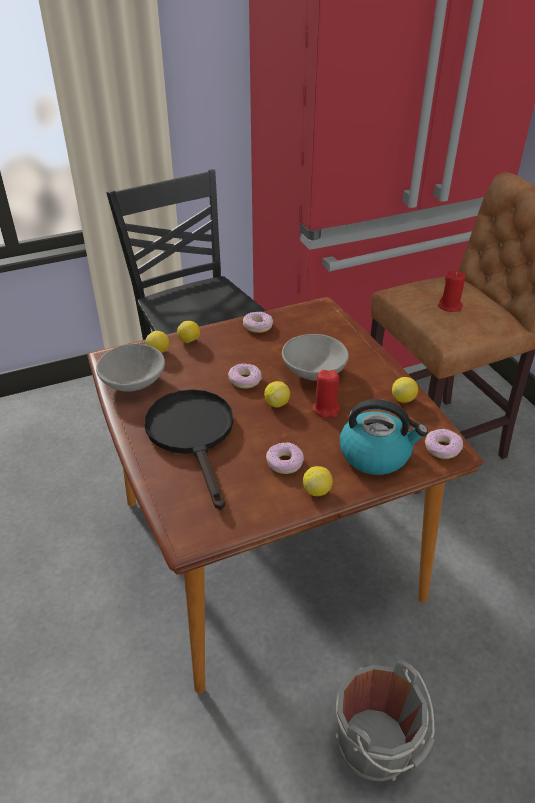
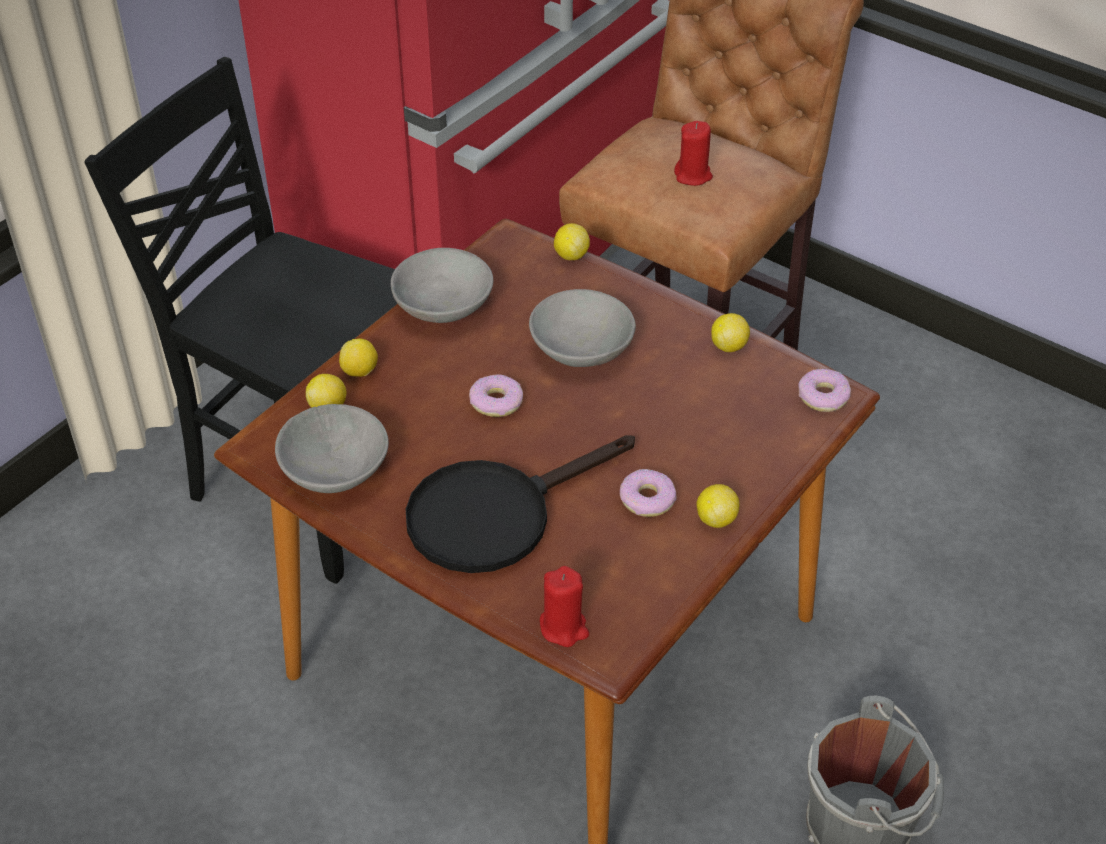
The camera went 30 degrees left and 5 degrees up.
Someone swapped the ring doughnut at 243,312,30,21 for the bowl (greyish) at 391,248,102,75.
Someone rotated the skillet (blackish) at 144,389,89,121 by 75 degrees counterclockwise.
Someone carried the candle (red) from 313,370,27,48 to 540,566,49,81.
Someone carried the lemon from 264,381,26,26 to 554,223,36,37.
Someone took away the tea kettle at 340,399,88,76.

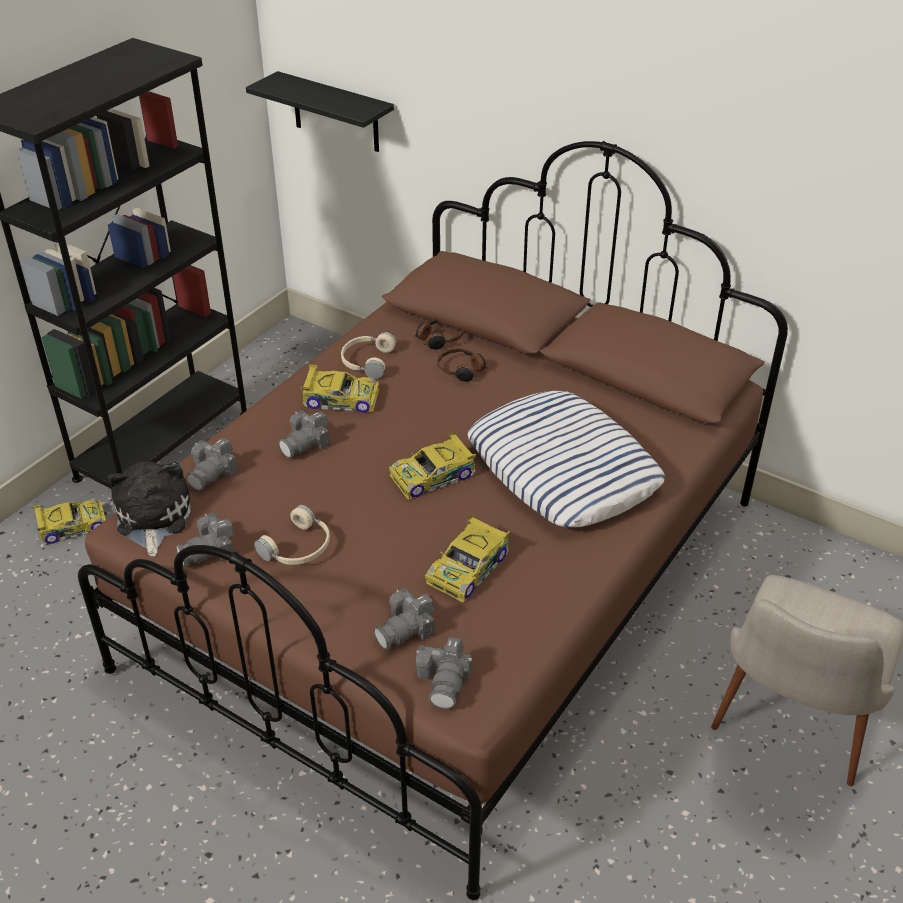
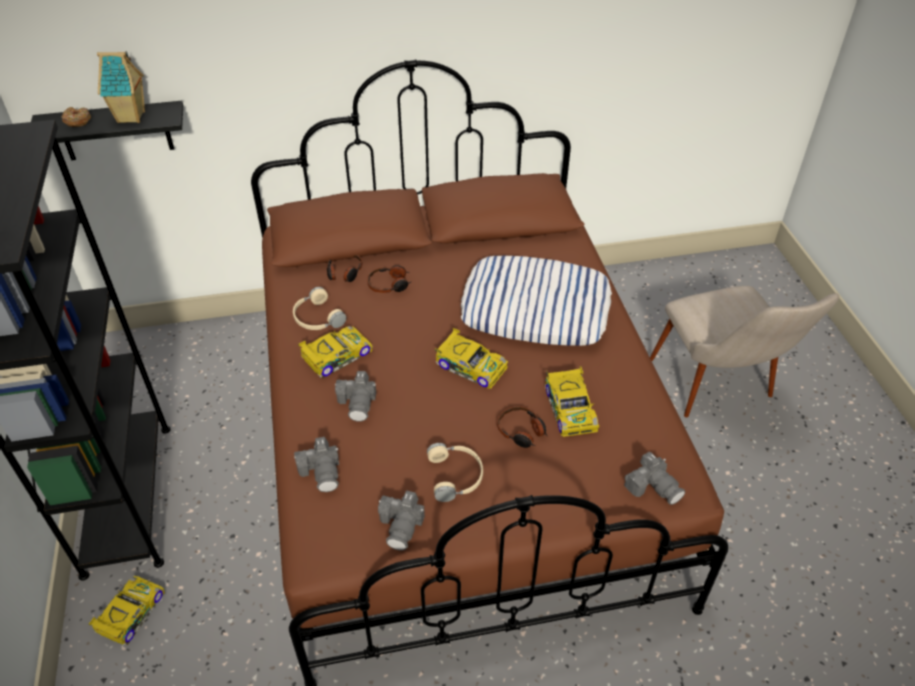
The camera went 45 degrees left and 5 degrees up.
Someone put down the ring doughnut at 62,107,29,20.
Someone put down the toy house at 97,51,48,72.
Someone rotated the model car at 389,431,87,69 by 75 degrees counterclockwise.
Someone put down the headset at 497,406,50,42.
Someone took away the soft toy at 108,461,83,96.
Someone took away the still camera at 374,588,61,61.

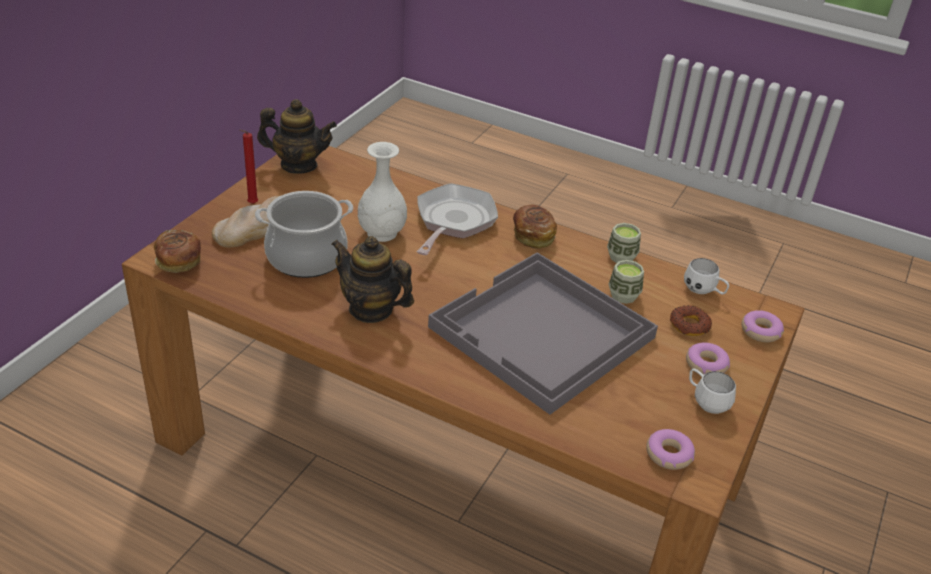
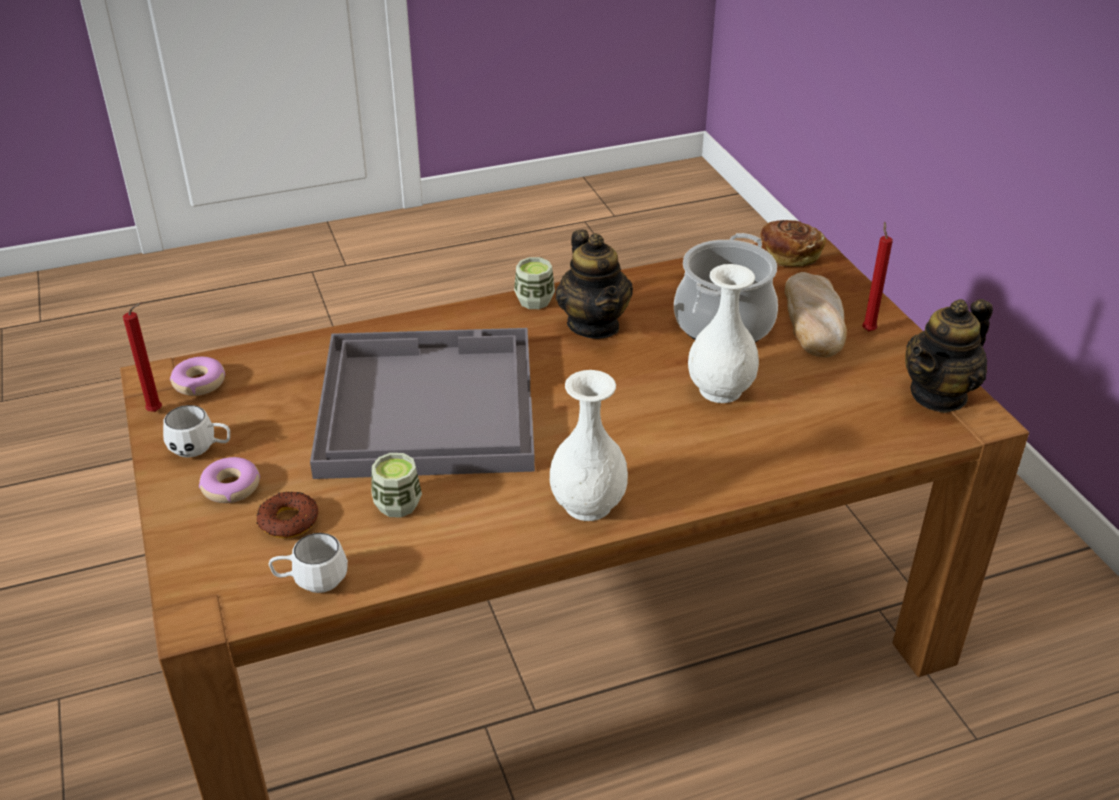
The camera went 135 degrees right and 0 degrees up.
Someone put down the candle (red) at 123,302,39,110.
Someone carried the cup from 607,223,34,40 to 514,257,41,52.
Someone swapped the bakery bread at 513,205,44,44 for the decorative vase (white-coloured) at 550,370,78,151.
Someone rotated the teapot at 331,236,83,87 by 90 degrees clockwise.
Someone took away the skillet at 417,183,81,72.
Someone took away the ring doughnut at 742,310,42,32.

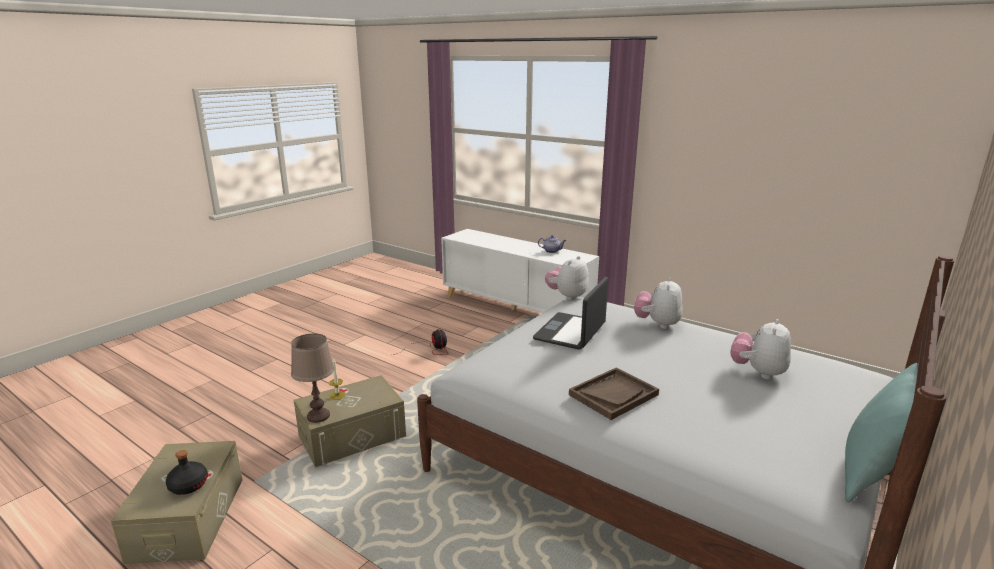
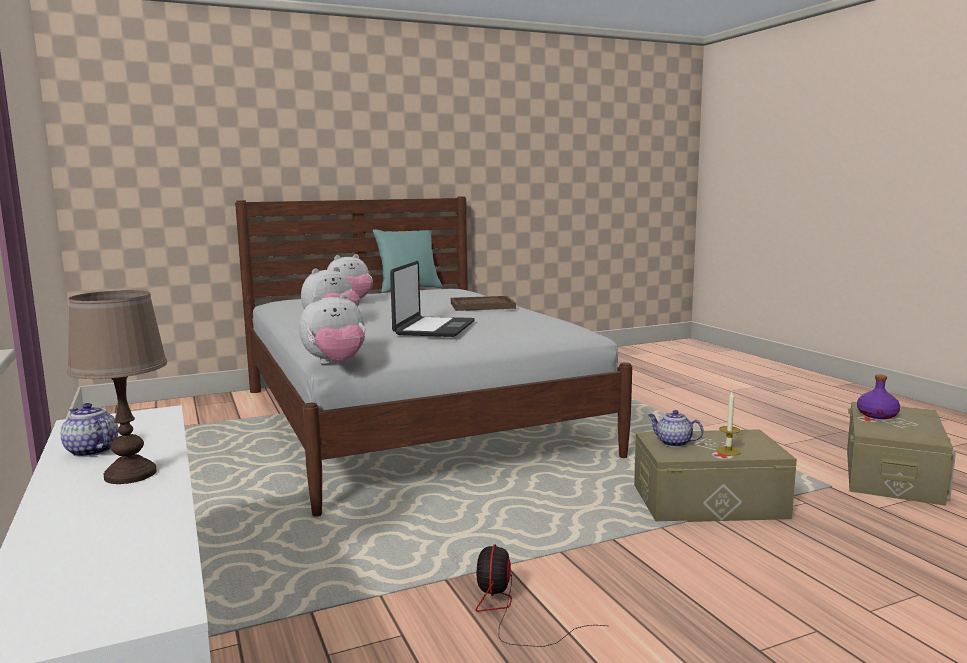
The camera went 150 degrees left and 10 degrees down.
Someone carried the table lamp (brown) from 291,333,43,90 to 67,290,100,194.
Someone rotated the notebook computer at 533,277,75,73 by 45 degrees counterclockwise.
Someone put down the teapot at 648,410,56,37.
Someone repainted the bottle (blackish) at 166,450,42,45, which became the bottle (purple-coloured) at 857,374,43,45.

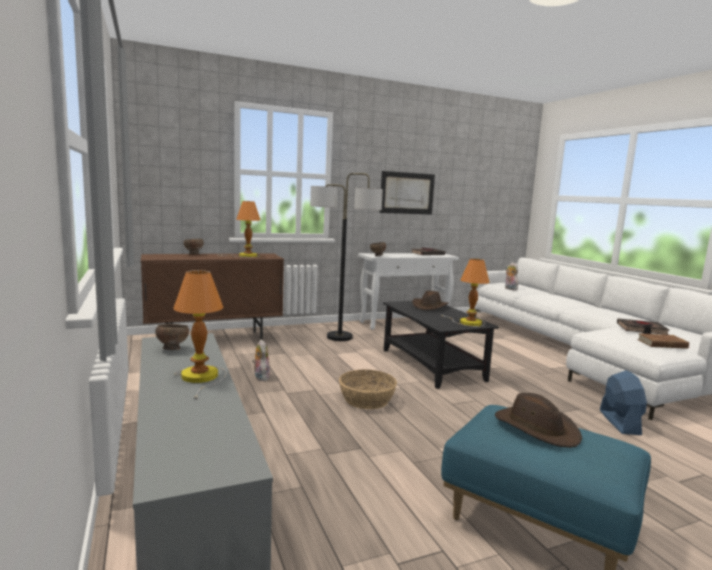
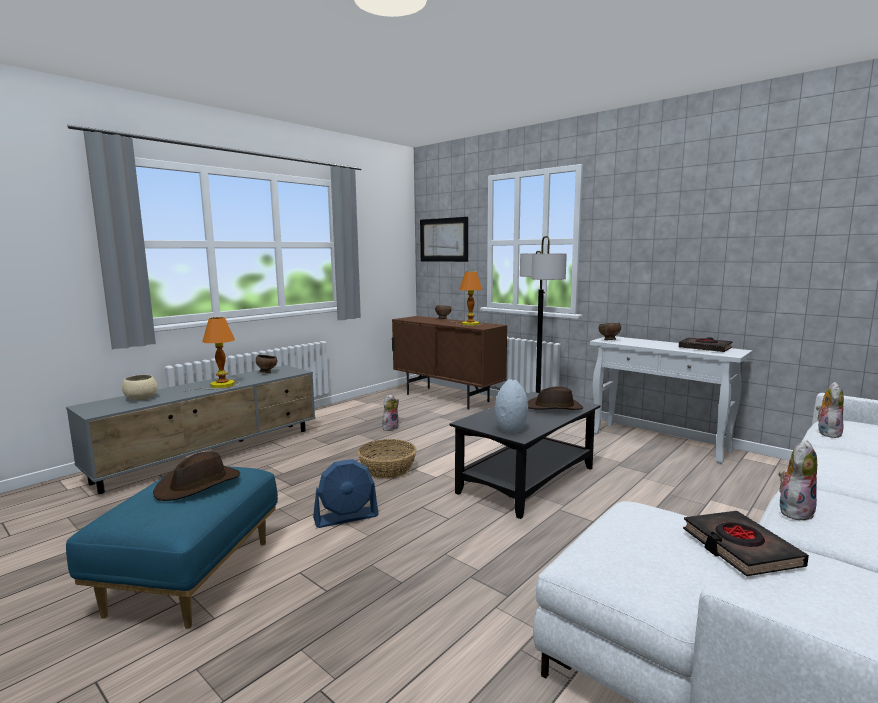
The camera went 65 degrees right and 0 degrees up.
Someone put down the bowl (beige) at 122,375,36,25.
Someone carried the cooling fan (blue-coloured) from 600,370,47,65 to 313,459,66,69.
Someone carried the wall art from 380,171,55,44 to 420,217,48,45.
Someone swapped the table lamp at 441,259,49,68 for the decorative vase (greyish) at 495,379,33,54.
Someone put down the soft toy at 778,440,39,80.
Someone took away the volume (brown) at 637,333,54,16.

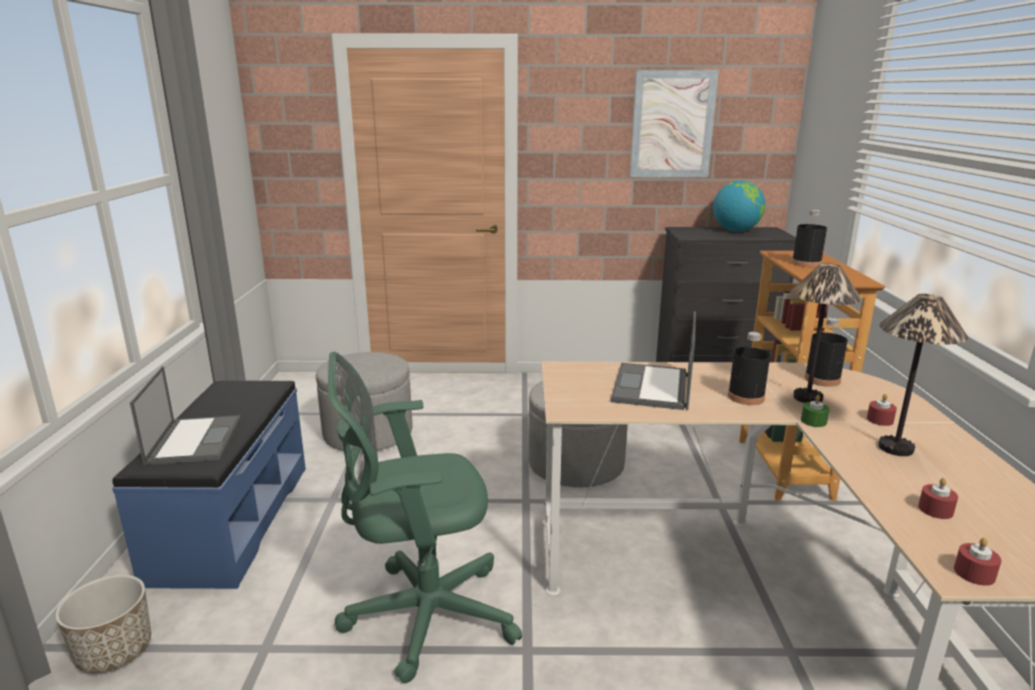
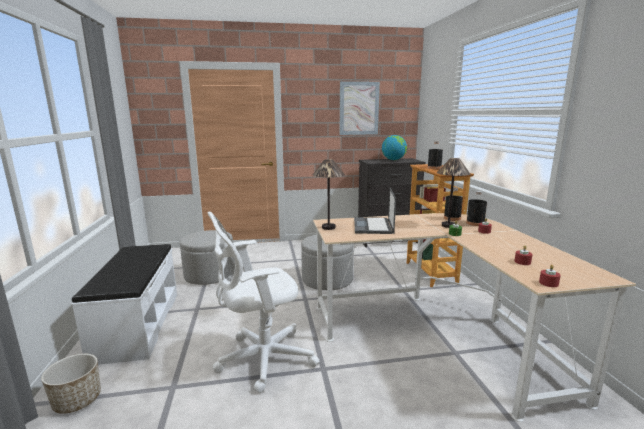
The camera went 10 degrees left and 5 degrees down.
Someone repainted the indoor bench (blue-coloured) at 112,380,194,209, which became the indoor bench (white-coloured) at 72,244,105,121.
Someone repainted the desk chair (green-coloured) at 328,352,194,331, which became the desk chair (white-coloured) at 207,211,113,182.
Someone carried the table lamp from 879,294,89,162 to 313,159,32,71.
Someone carried the bottle (blackish) from 728,332,42,73 to 466,191,21,35.
Someone took away the notebook computer at 130,366,111,99.

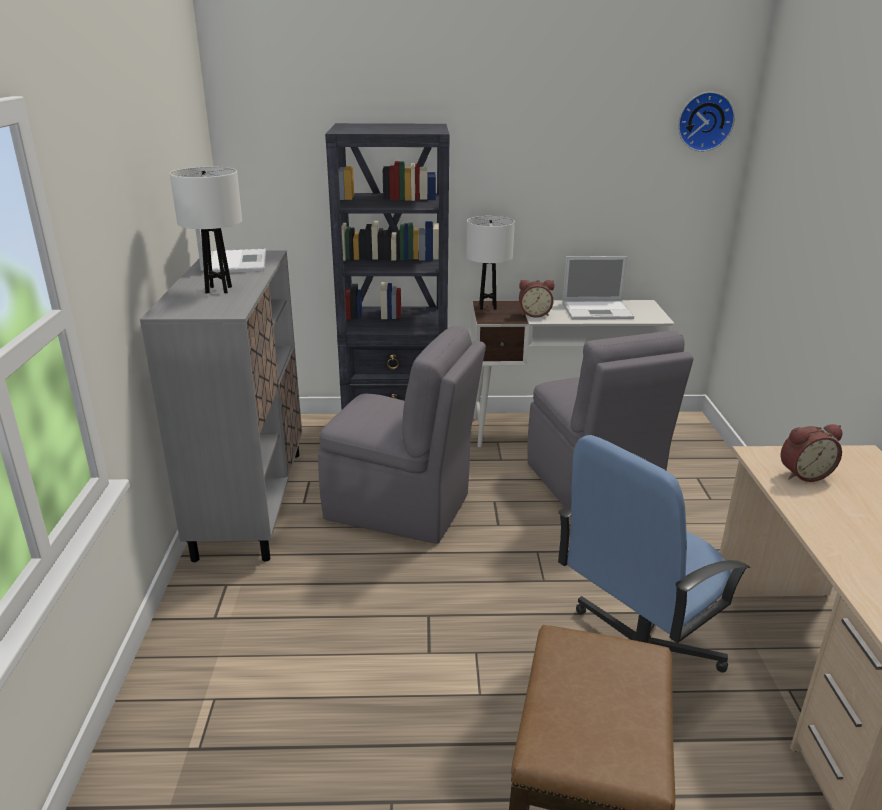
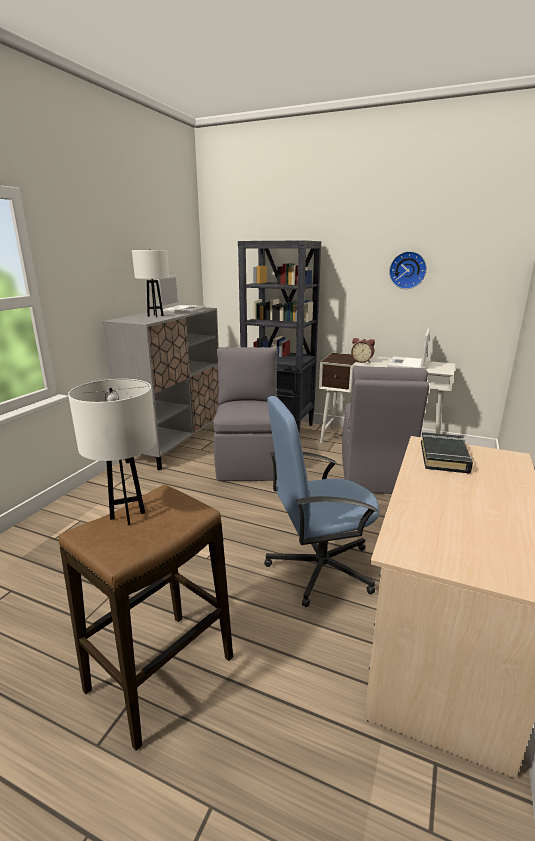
The camera went 25 degrees right and 5 degrees down.
Someone carried the table lamp (white-coloured) from 466,216,49,94 to 68,379,88,146.
Someone rotated the plain chair (greyish) at 318,325,168,219 by 135 degrees counterclockwise.
Someone rotated the notebook computer at 562,256,72,64 by 90 degrees clockwise.
Someone carried the clock on the wall from 678,92,57,60 to 389,251,38,38.
Someone swapped the table clock at 781,424,61,58 for the volume (blackish) at 421,432,52,41.

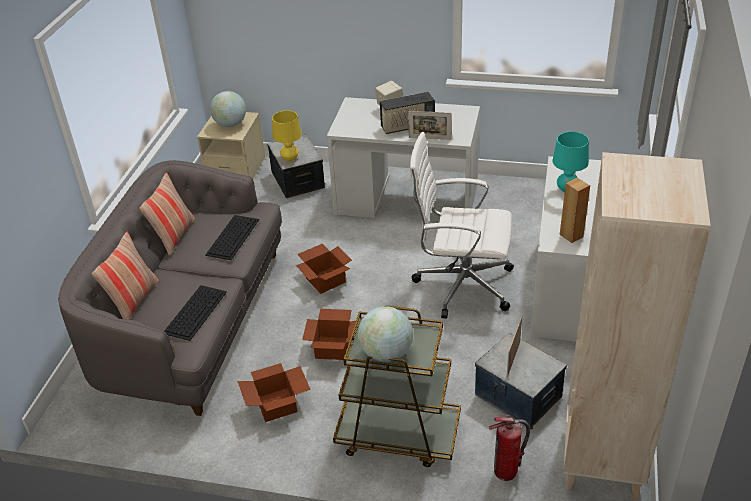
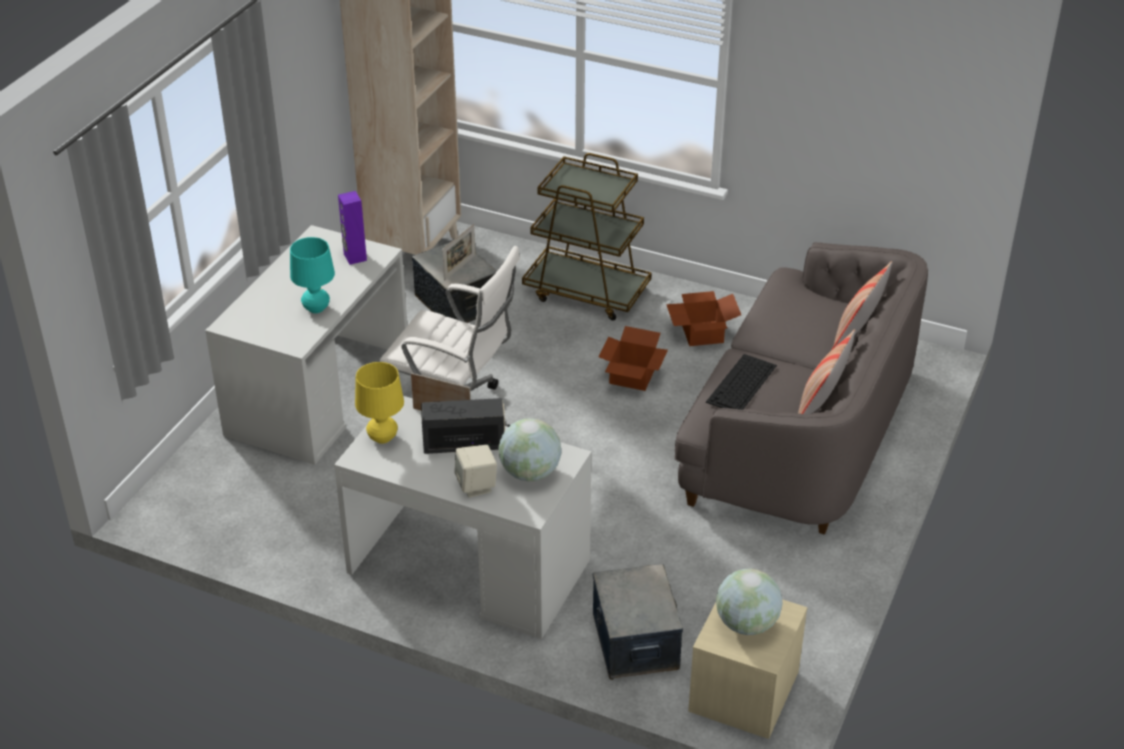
The camera went 170 degrees left and 0 degrees up.
Someone repainted the speaker (brown) at 560,178,30,65, which became the speaker (purple-coloured) at 338,191,29,74.
Someone carried the table lamp (yellow-coloured) from 272,110,30,52 to 355,362,49,82.
Someone carried the globe from 358,306,55,56 to 499,418,63,63.
Someone took away the computer keyboard at 164,285,63,56.
Someone took away the carton at 296,243,56,51.
Someone took away the extinguisher at 489,415,41,66.

